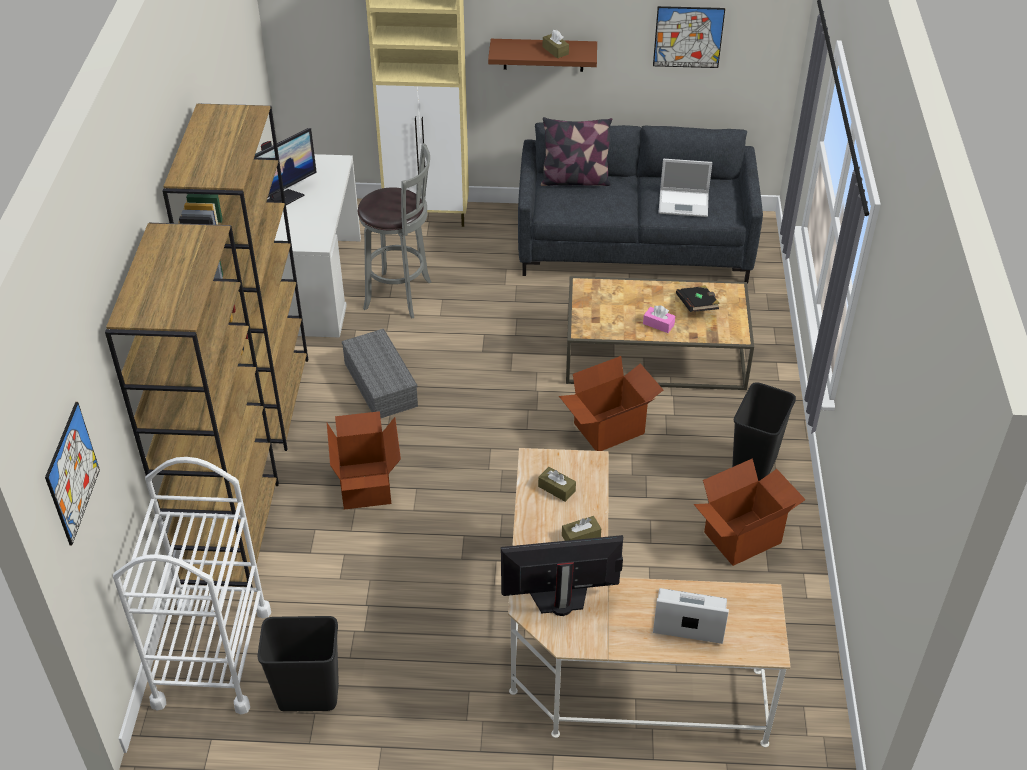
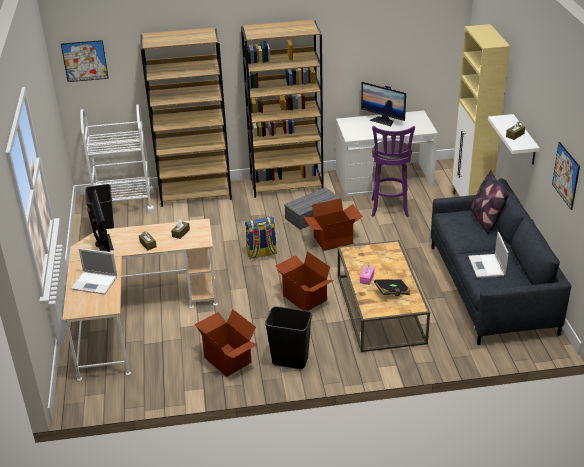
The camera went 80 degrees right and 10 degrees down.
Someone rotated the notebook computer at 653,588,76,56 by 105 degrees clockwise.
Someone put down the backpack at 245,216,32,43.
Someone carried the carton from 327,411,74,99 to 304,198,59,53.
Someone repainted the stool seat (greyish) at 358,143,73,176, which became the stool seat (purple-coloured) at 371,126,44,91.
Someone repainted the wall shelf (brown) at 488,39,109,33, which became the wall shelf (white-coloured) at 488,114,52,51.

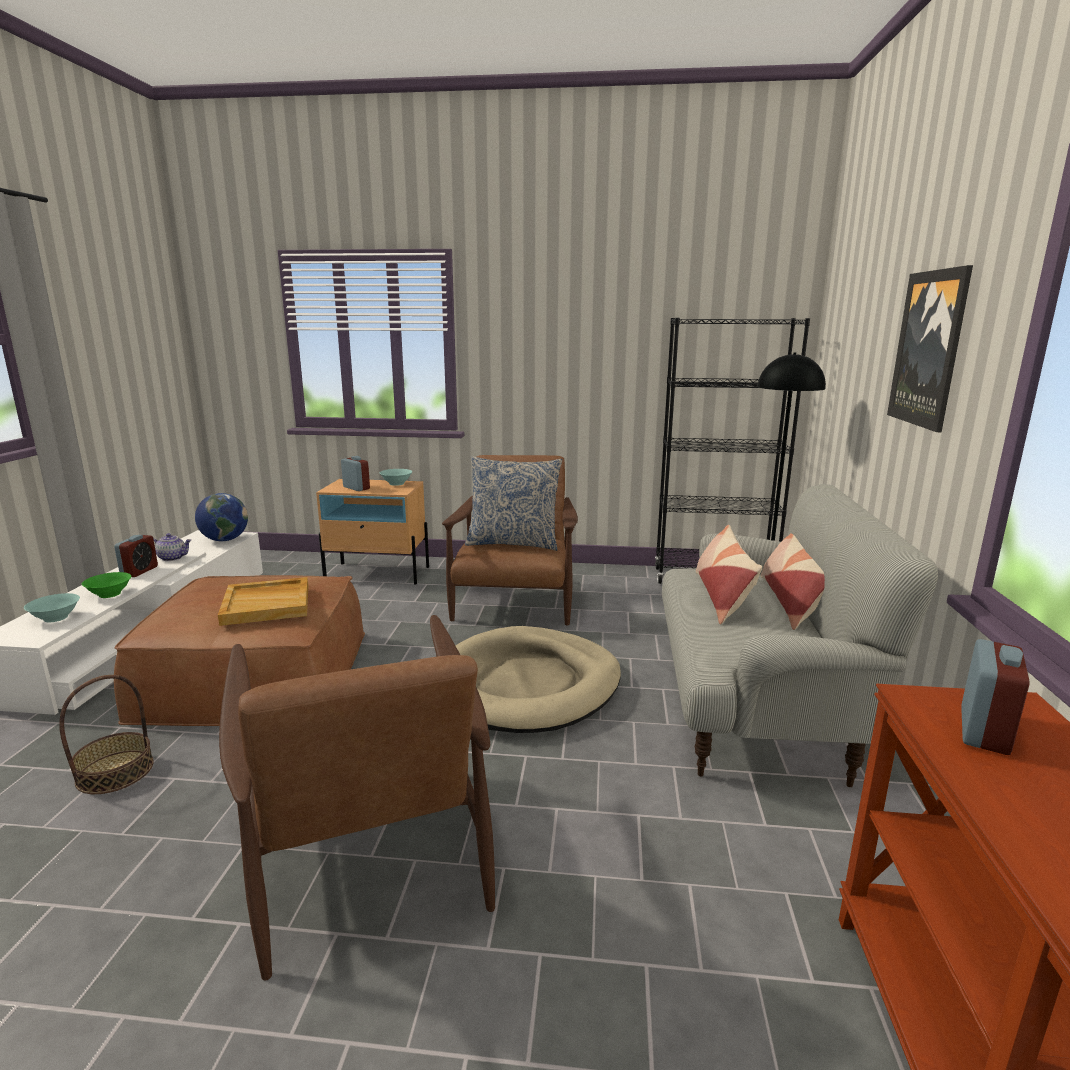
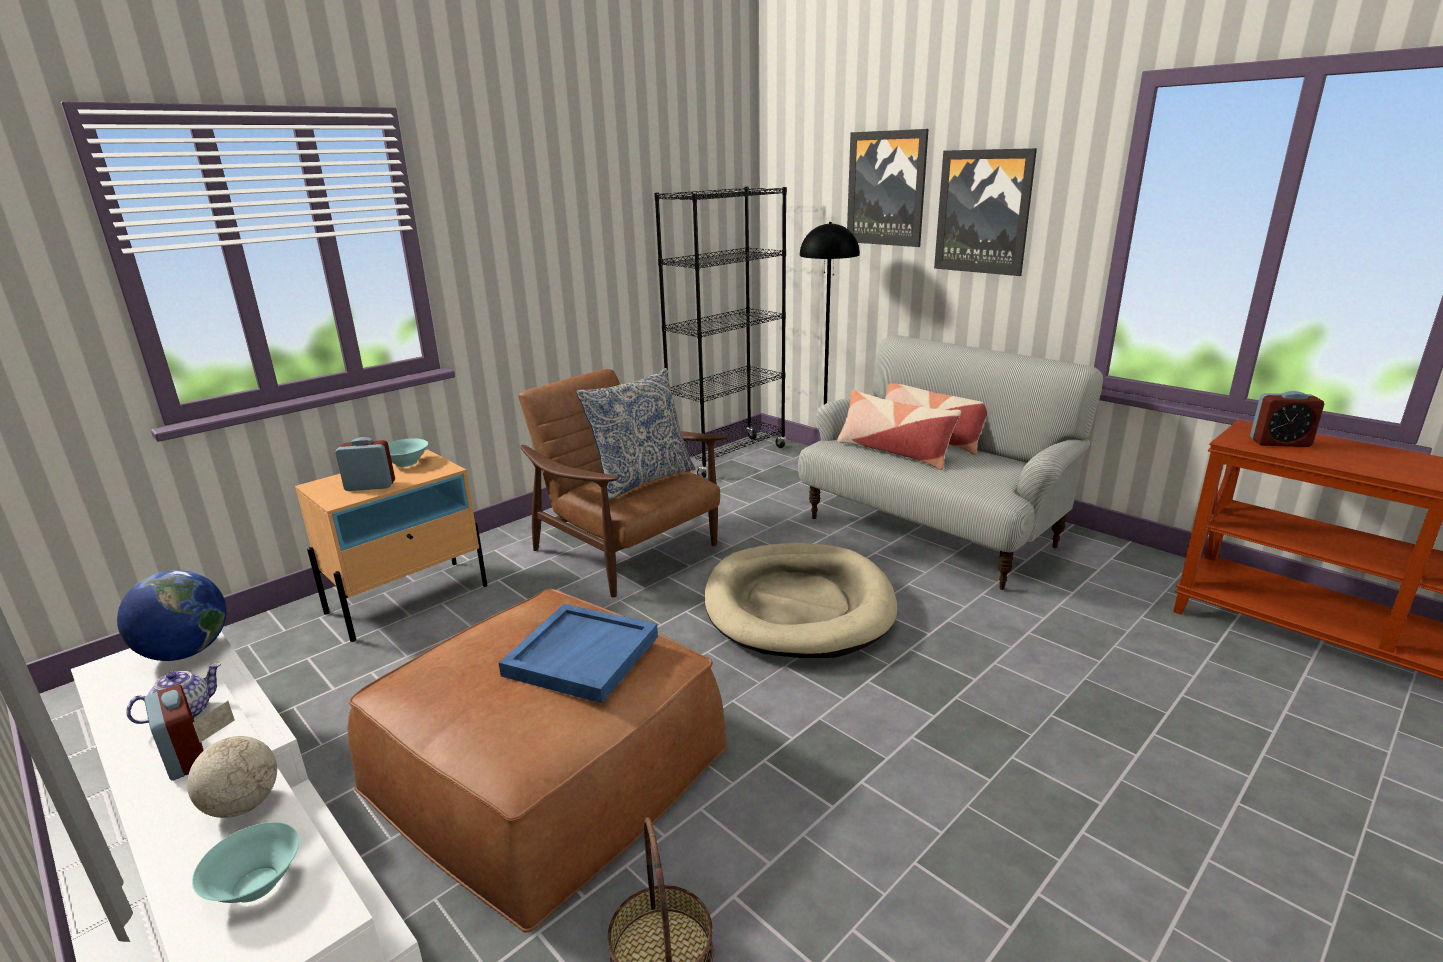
The camera went 50 degrees left and 5 degrees up.
Someone swapped the bowl (green-coloured) at 82,572,49,26 for the globe at 187,701,90,117.
Someone repainted the carrying tray (beige) at 218,577,90,49, which became the carrying tray (blue-coloured) at 499,604,159,99.
Someone put up the wall art at 847,129,82,118.
Someone rotated the table clock at 961,639,68,116 by 120 degrees clockwise.
Someone took away the lounge chair (brown) at 219,615,276,366.

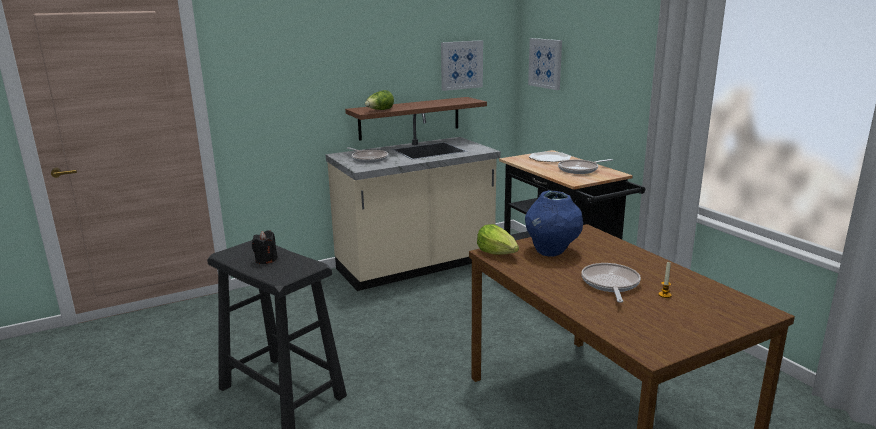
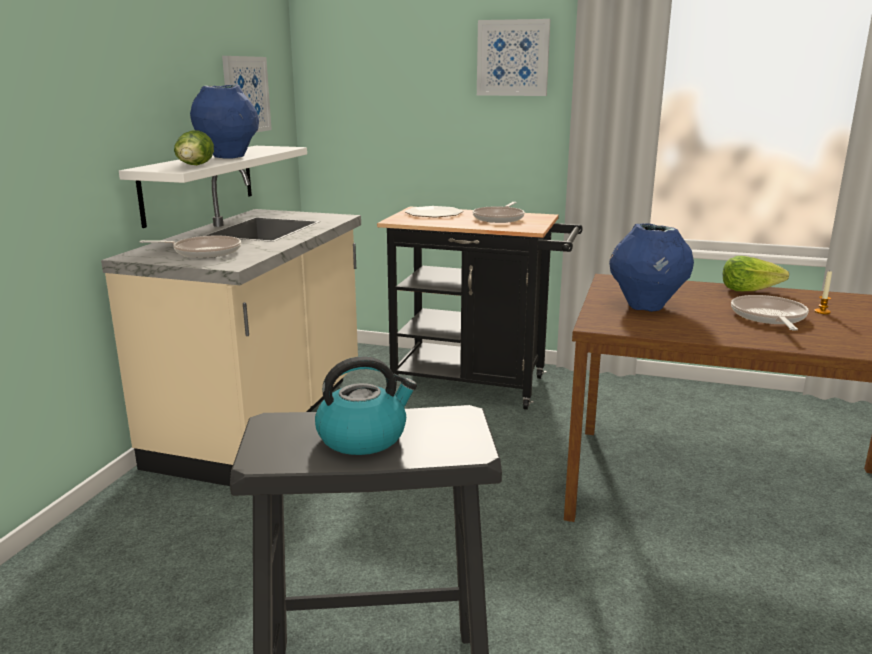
The camera went 45 degrees left and 0 degrees up.
Someone repainted the wall shelf (brown) at 345,97,142,44, which became the wall shelf (white-coloured) at 119,146,188,82.
Someone put down the decorative vase (blue-coloured) at 190,85,69,74.
Someone swapped the candle (blackish) at 252,231,26,33 for the tea kettle at 315,356,102,99.
Someone carried the wall art from 528,38,34,52 to 477,19,73,77.
Someone carried the lettuce from 477,224,42,31 to 723,256,66,35.
Someone rotated the skillet at 581,263,60,40 by 45 degrees clockwise.

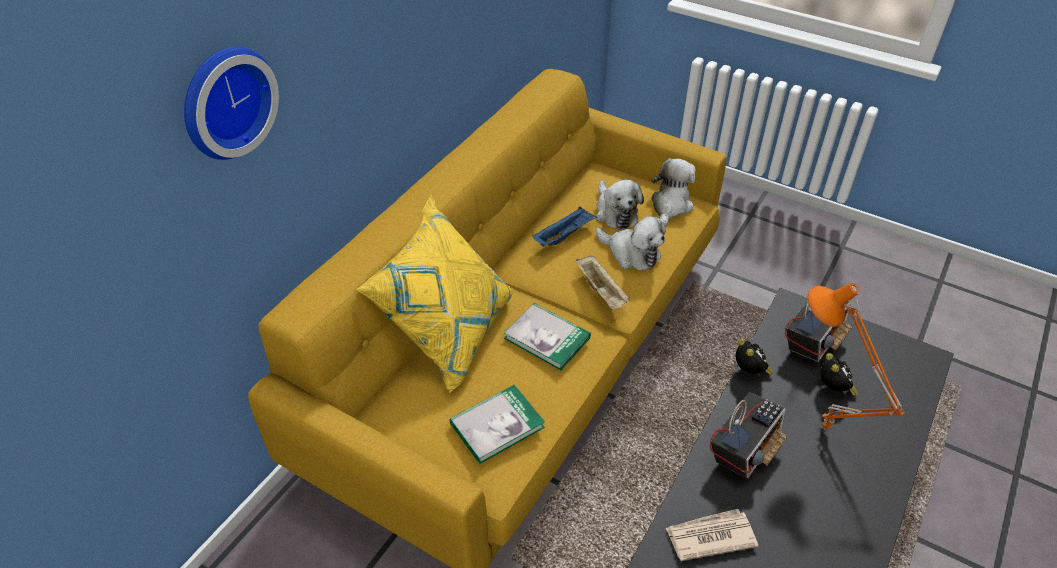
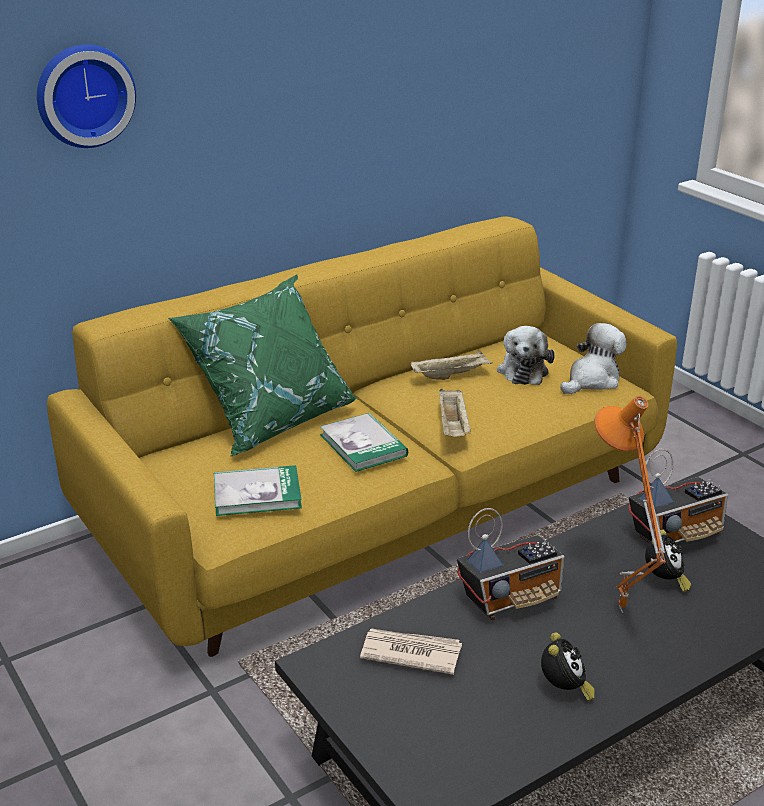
The camera went 25 degrees right and 15 degrees down.
Someone repainted the cushion (yellow-coloured) at 356,195,157,198, which became the cushion (green-coloured) at 169,275,189,182.
Someone repainted the carrying tray (blue-coloured) at 533,207,64,40, which became the carrying tray (beige) at 410,350,83,30.
Someone carried the table clock from 736,338,38,37 to 541,632,54,69.
Someone took away the soft toy at 596,216,70,55.

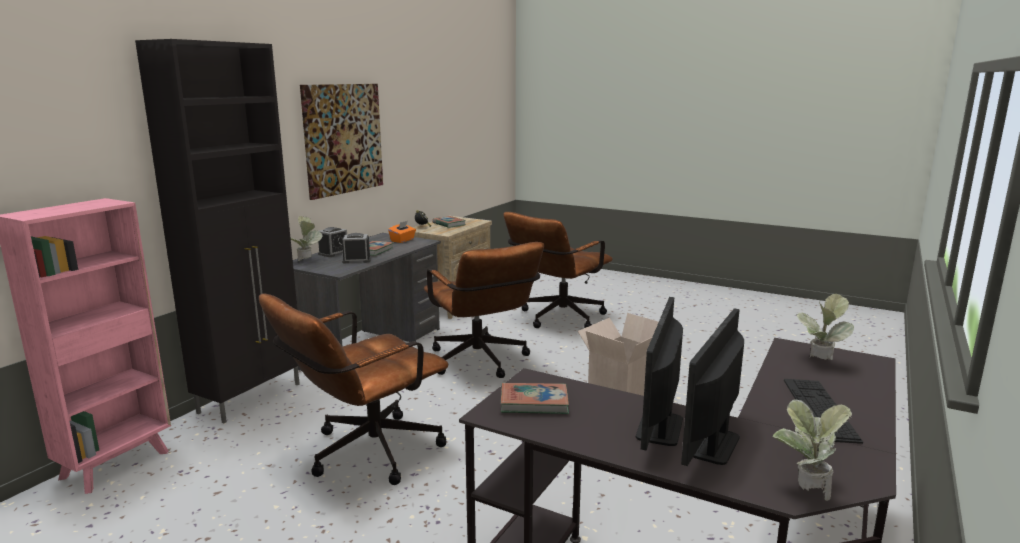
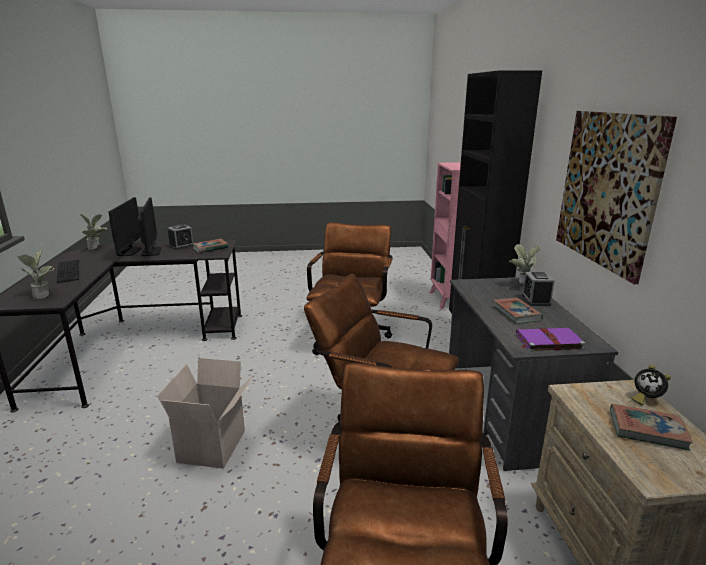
The camera went 145 degrees right and 5 degrees up.
Someone carried the table clock from 342,233,29,30 to 168,224,26,26.
Someone swapped the box of tissues (orange) at 388,221,28,22 for the volume (purple-coloured) at 516,328,69,24.

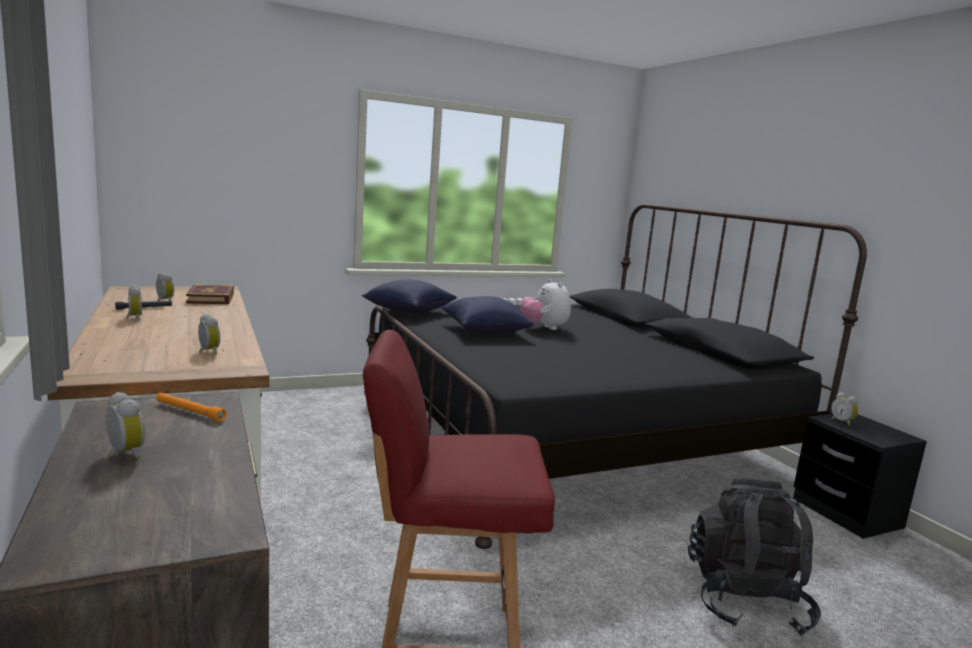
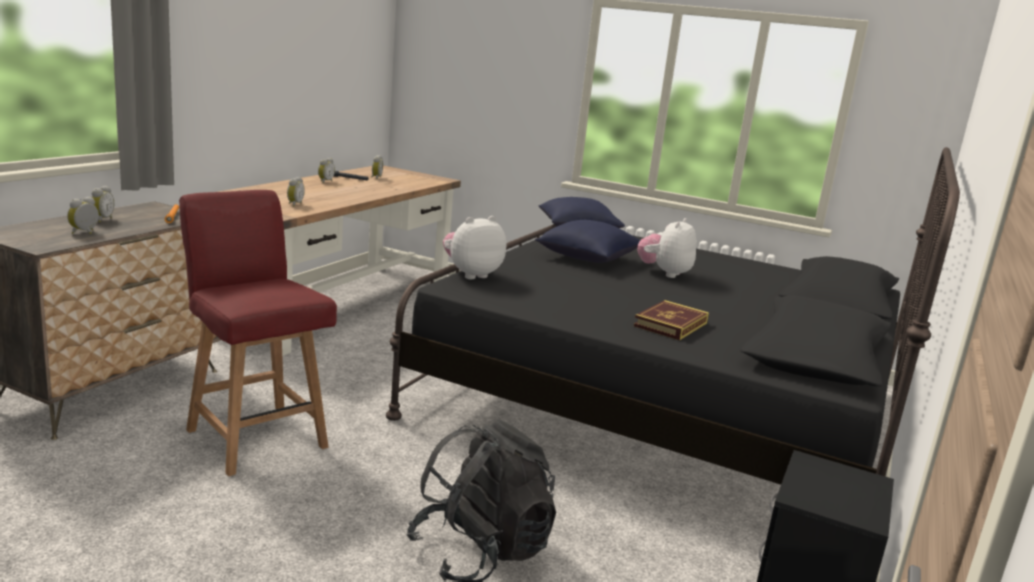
The camera went 50 degrees right and 5 degrees up.
Someone carried the table clock from 831,392,27,34 to 67,197,32,37.
Someone put down the soft toy at 443,216,63,63.
Someone carried the volume from 186,284,48,20 to 634,300,75,40.

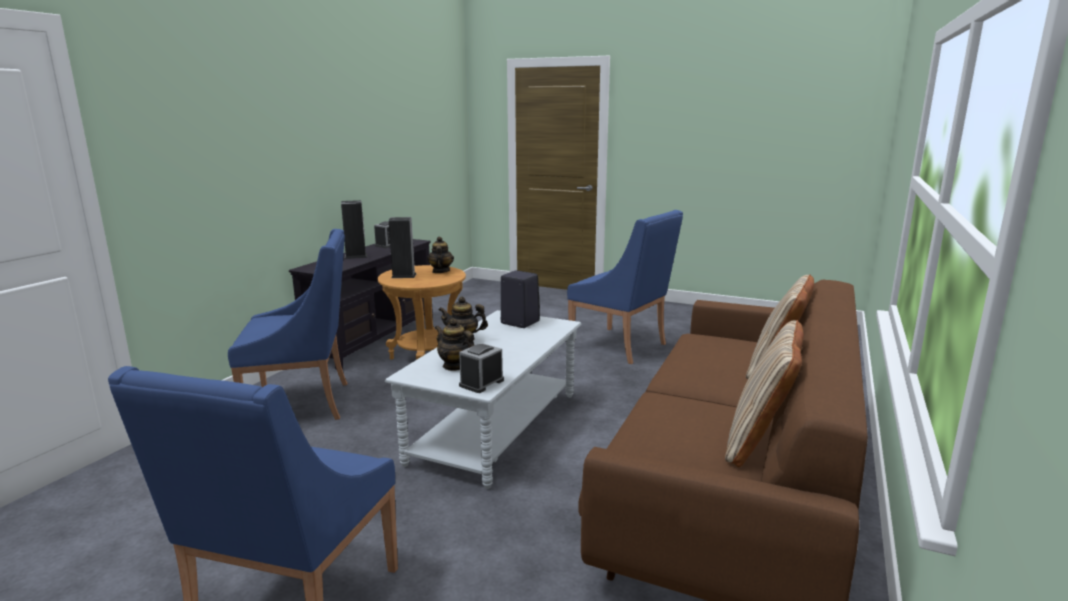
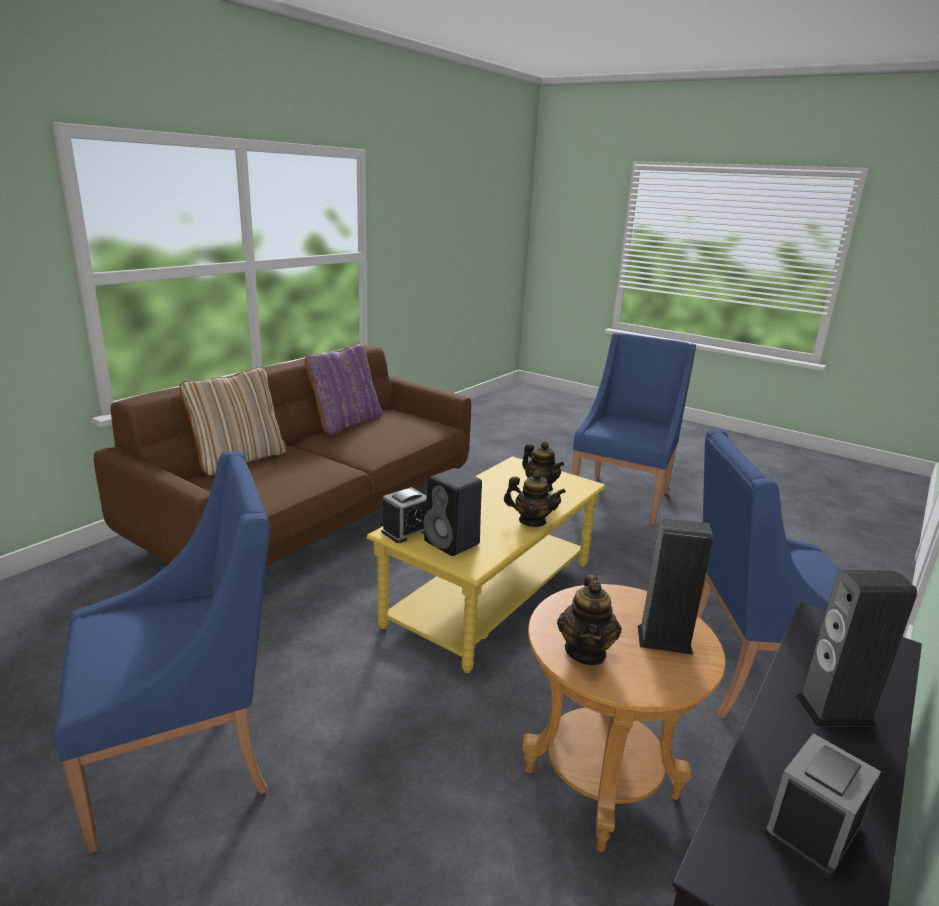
The camera went 170 degrees left and 5 degrees up.
Someone rotated the lounge chair (blue-coloured) at 567,210,116,154 by 105 degrees clockwise.
Someone repainted the cushion (beige) at 725,320,79,147, which became the cushion (purple-coloured) at 305,343,77,92.
Someone repainted the low table (greyish) at 385,310,197,179, which became the low table (yellow-coloured) at 366,456,239,217.
Someone carried the table clock from 459,343,45,50 to 381,487,46,56.

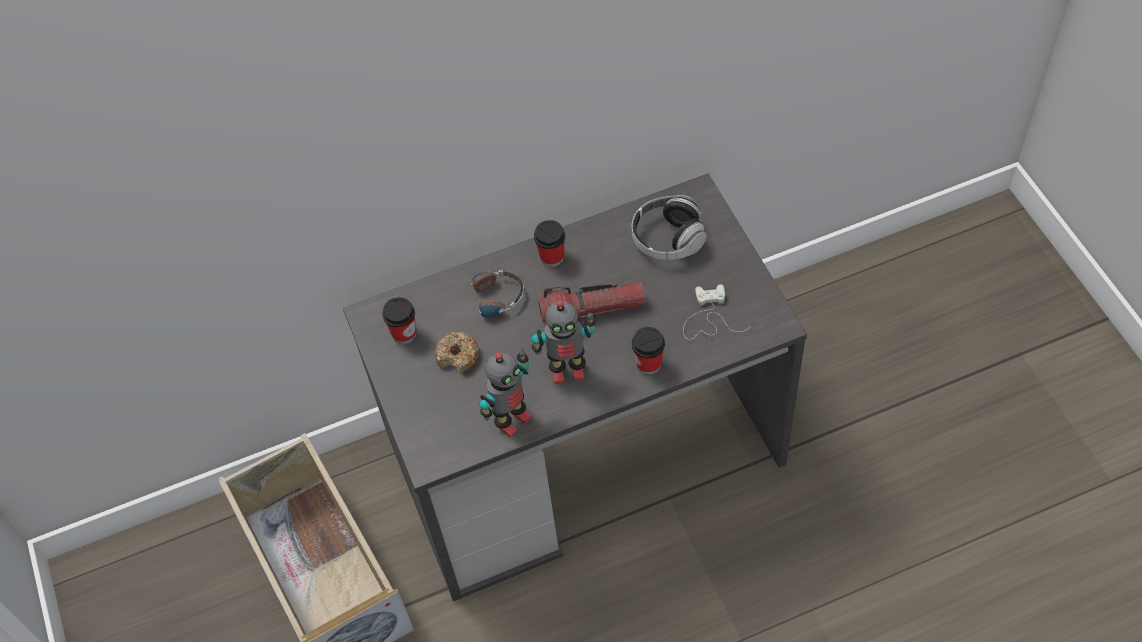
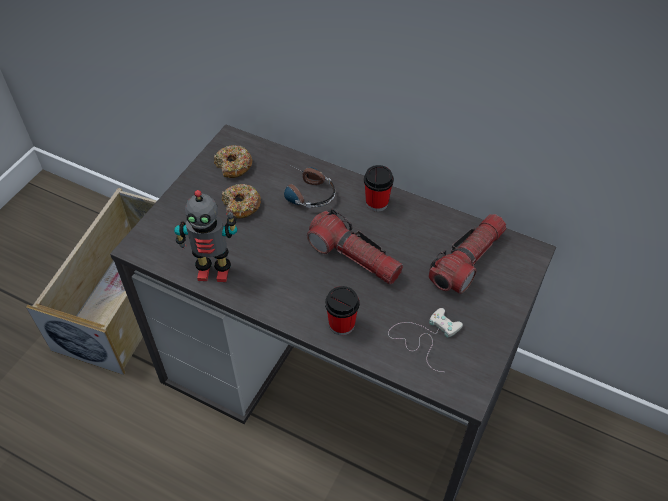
The camera went 45 degrees right and 5 degrees down.
Someone swapped the cup at 382,297,35,47 for the ring doughnut at 214,145,38,33.
Someone swapped the headset at 632,195,75,65 for the torch at 428,214,78,80.
Someone took away the robot figure at 531,300,65,84.

